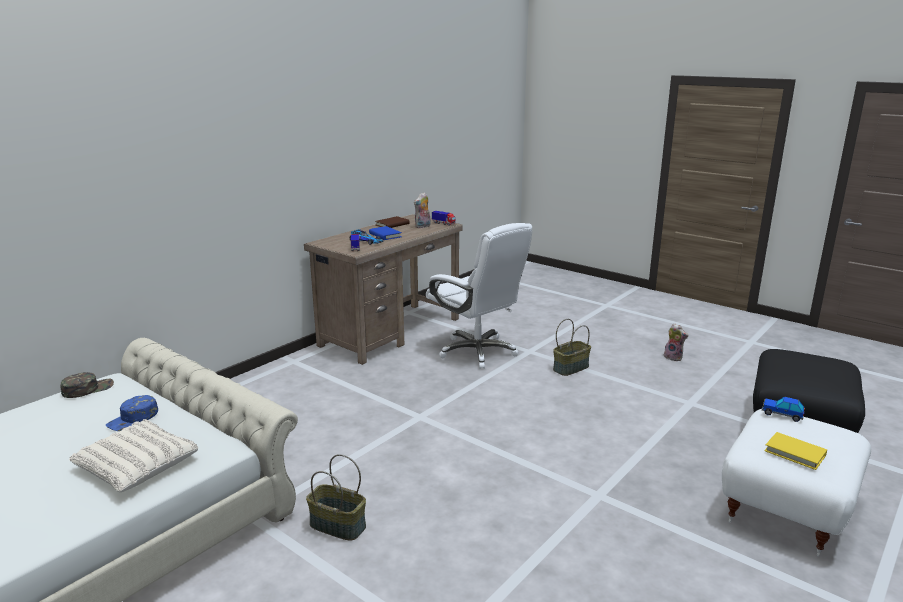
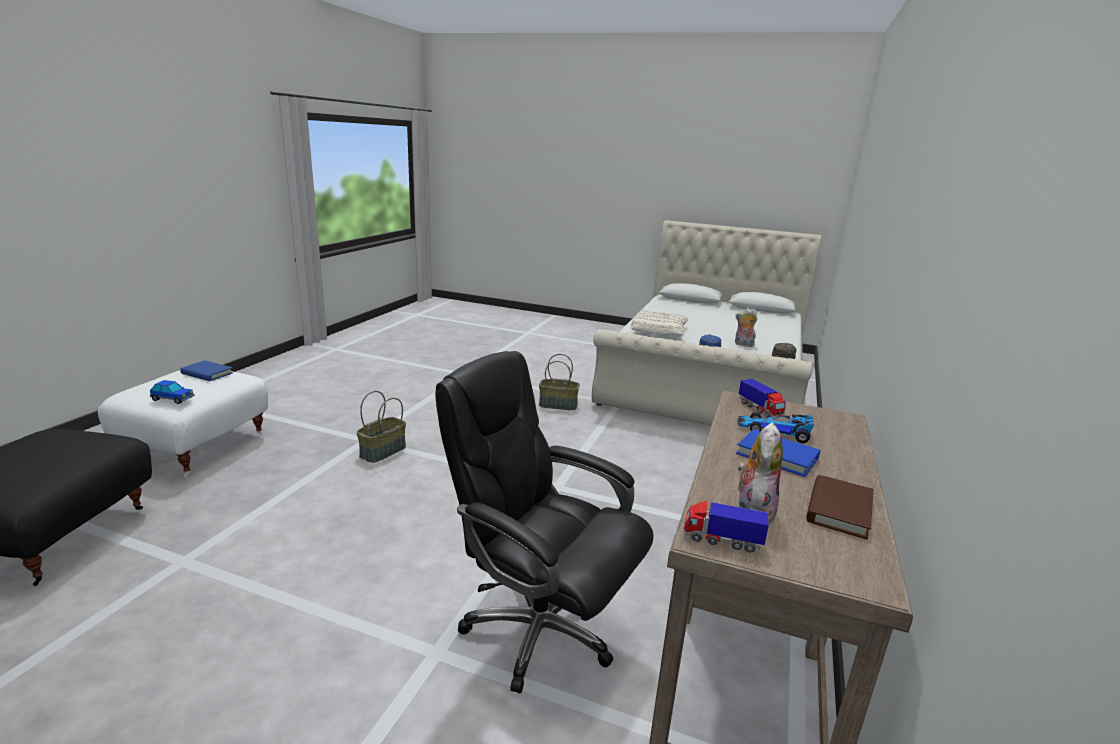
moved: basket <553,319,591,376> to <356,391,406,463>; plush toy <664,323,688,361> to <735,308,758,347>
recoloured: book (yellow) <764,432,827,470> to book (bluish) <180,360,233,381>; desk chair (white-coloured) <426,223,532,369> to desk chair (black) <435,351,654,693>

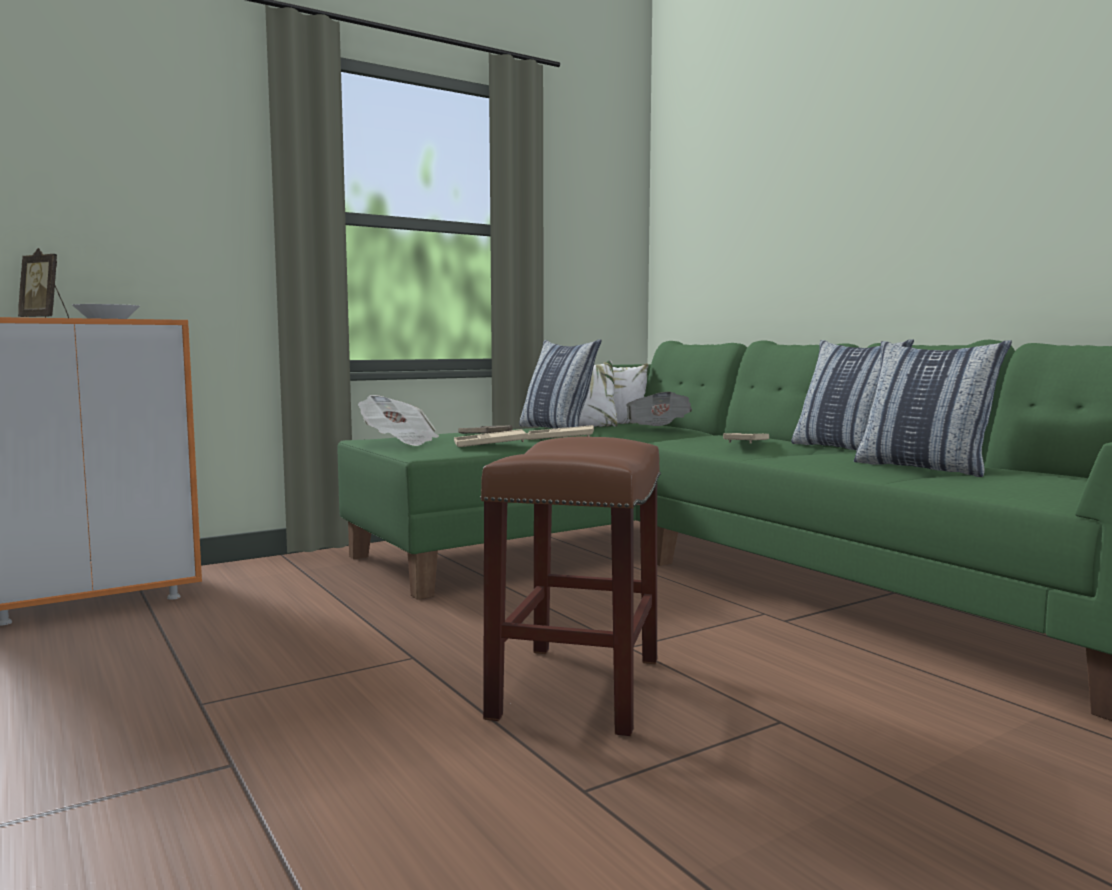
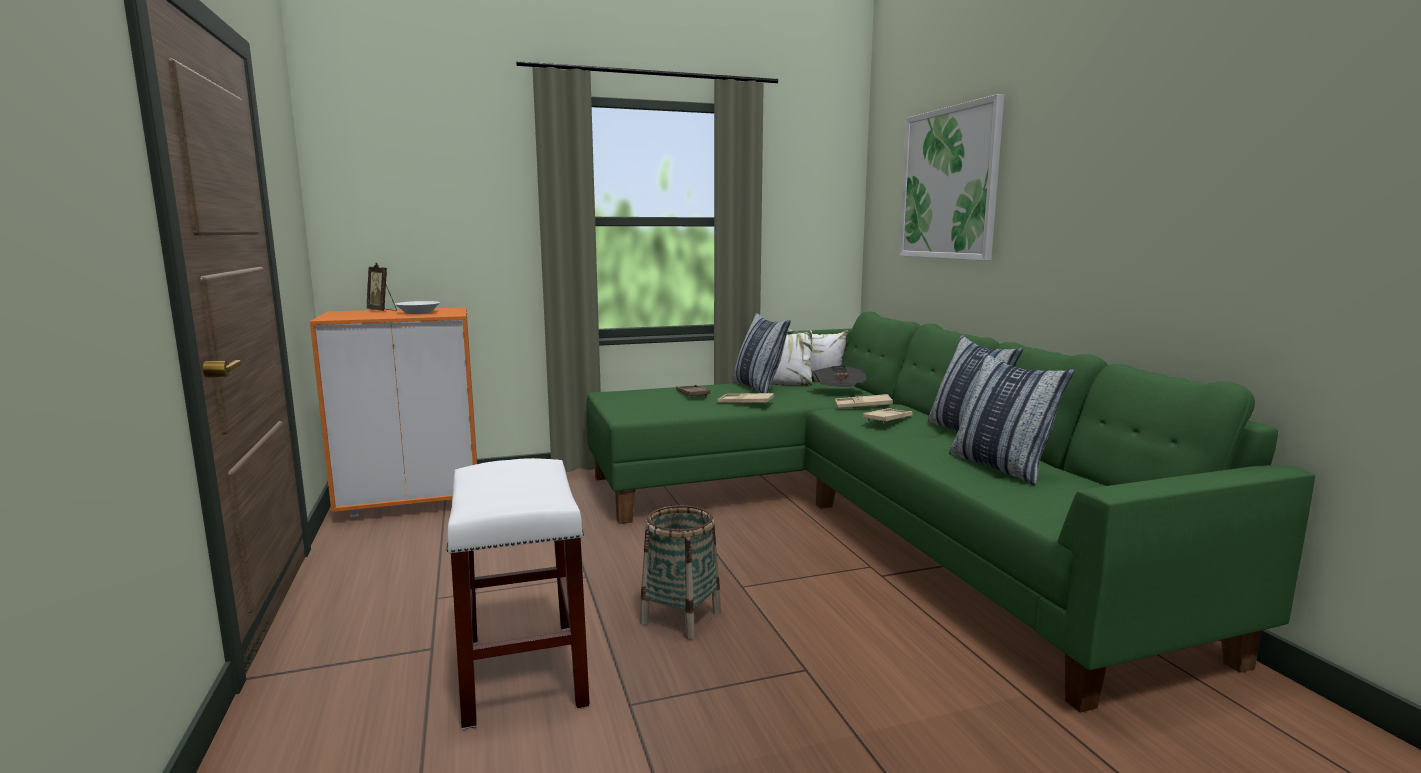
removed: printed paper <358,395,439,446>
added: sitting stool (white-coloured) <446,458,590,730>; picture <899,94,1004,261>
moved: serving tray (sand-coloured) <454,429,528,447> to <835,394,893,408>
replaced: sitting stool (brown) <480,436,661,736> to basket <640,505,721,639>

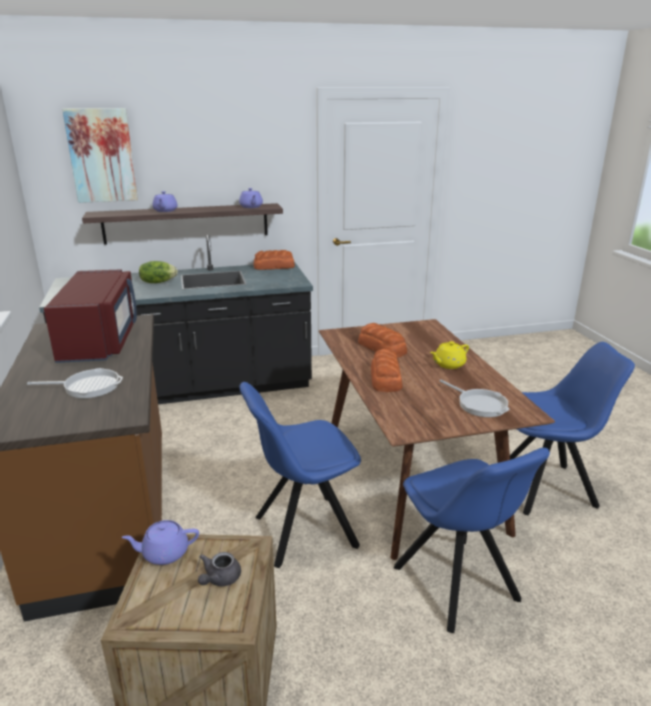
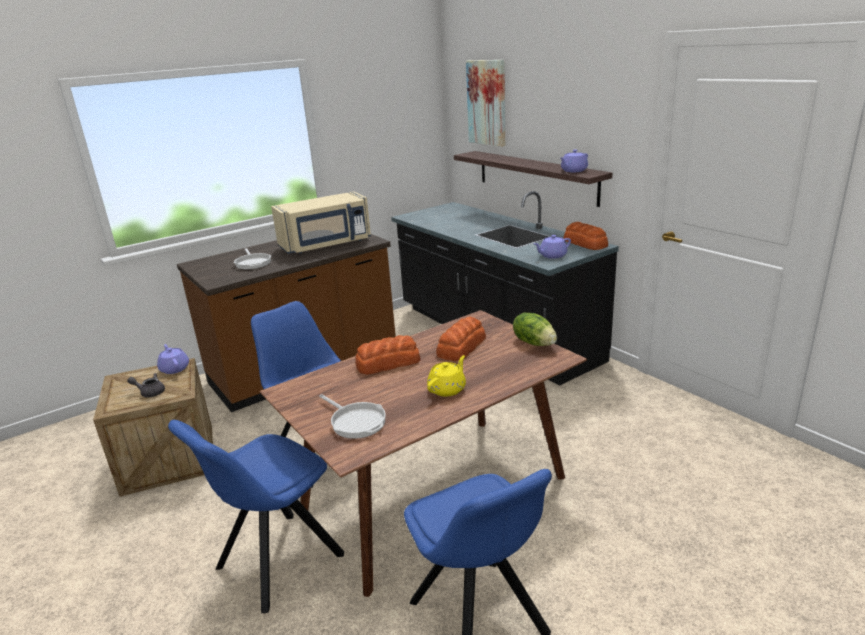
moved: head of lettuce <139,261,178,283> to <513,313,557,346>; pot for tea (purple) <152,191,178,212> to <534,235,571,259>
recoloured: kitchen microwave (red) <44,269,137,363> to kitchen microwave (sand-coloured) <271,191,371,254>
turned: frying pan <440,380,510,417> = <319,394,386,439> 75 degrees counterclockwise; pot for tea (yellow) <430,341,469,369> = <427,355,466,397> 90 degrees clockwise

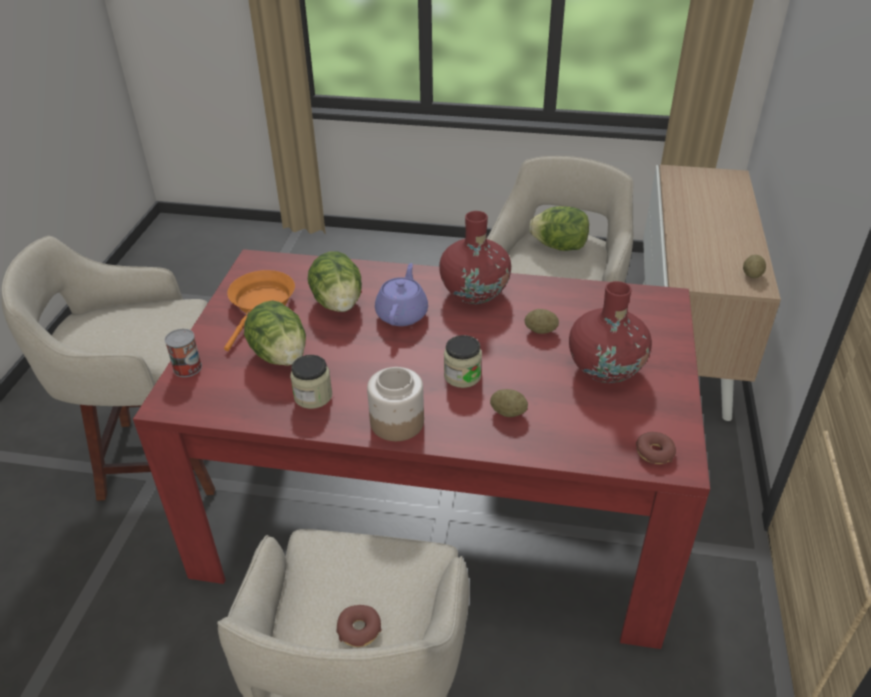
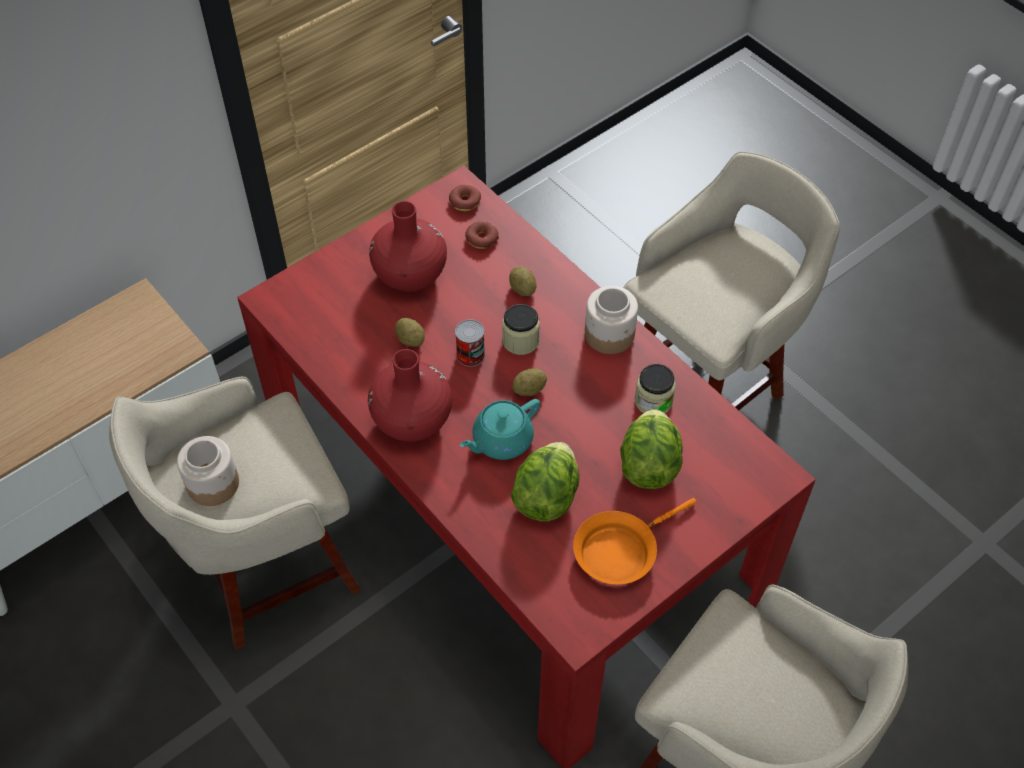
moved: metal can <165,329,202,377> to <455,319,485,367>; doughnut <336,605,382,647> to <465,221,499,249>; spud <743,255,766,278> to <512,368,547,396>
replaced: head of lettuce <529,206,589,251> to jar <177,436,239,506>
recoloured: pot for tea (purple) <375,263,428,326> to pot for tea (blue-green) <460,399,540,460>

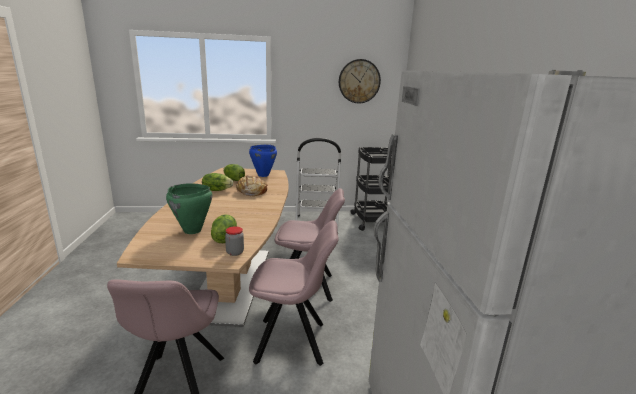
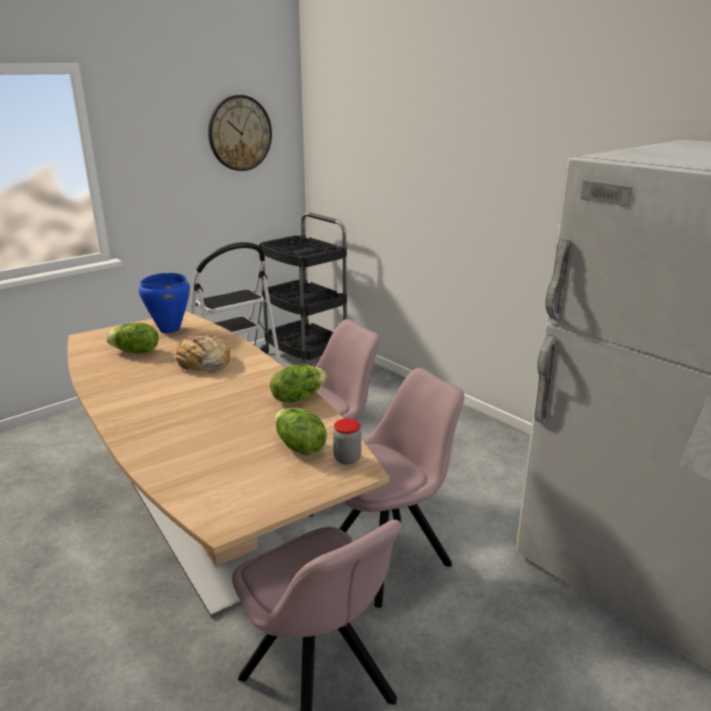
removed: stockpot (green) <166,184,212,234>
moved: head of lettuce <202,173,233,191> to <270,364,327,403>

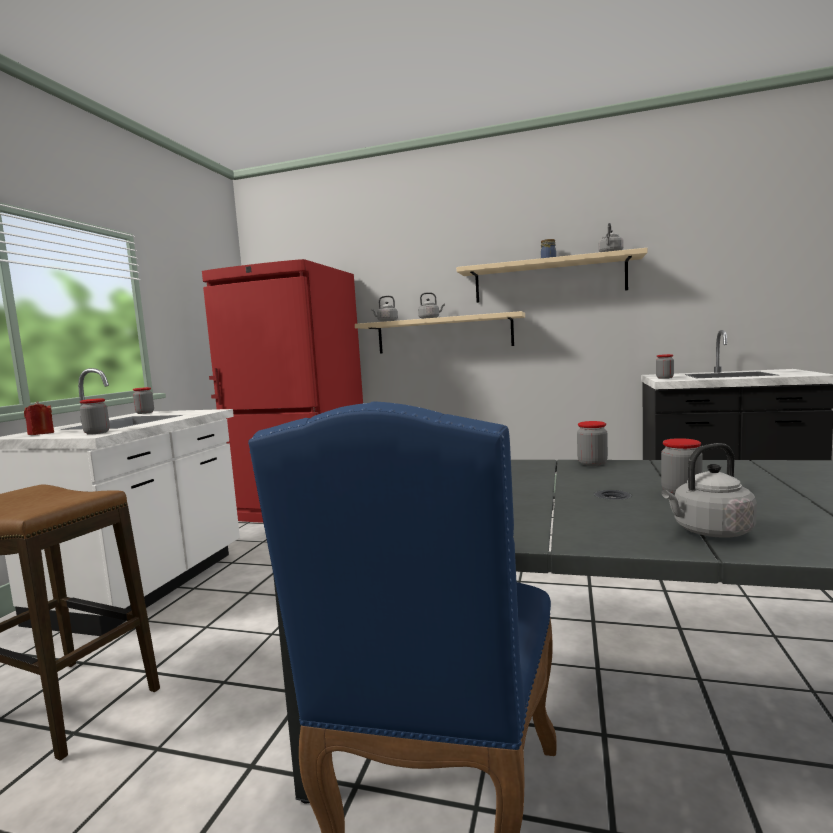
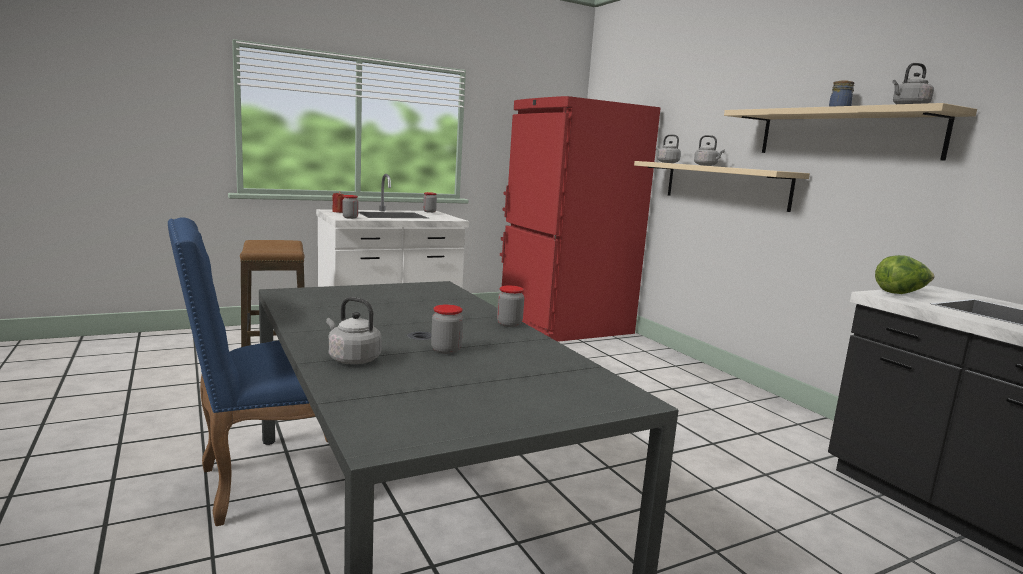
replaced: jar <656,354,674,379> to head of lettuce <875,255,934,294>

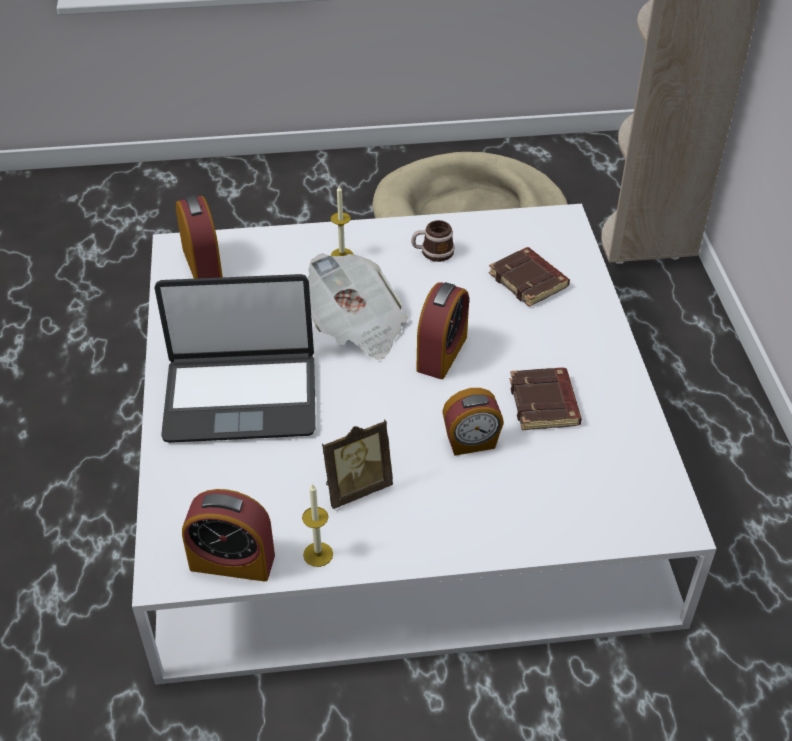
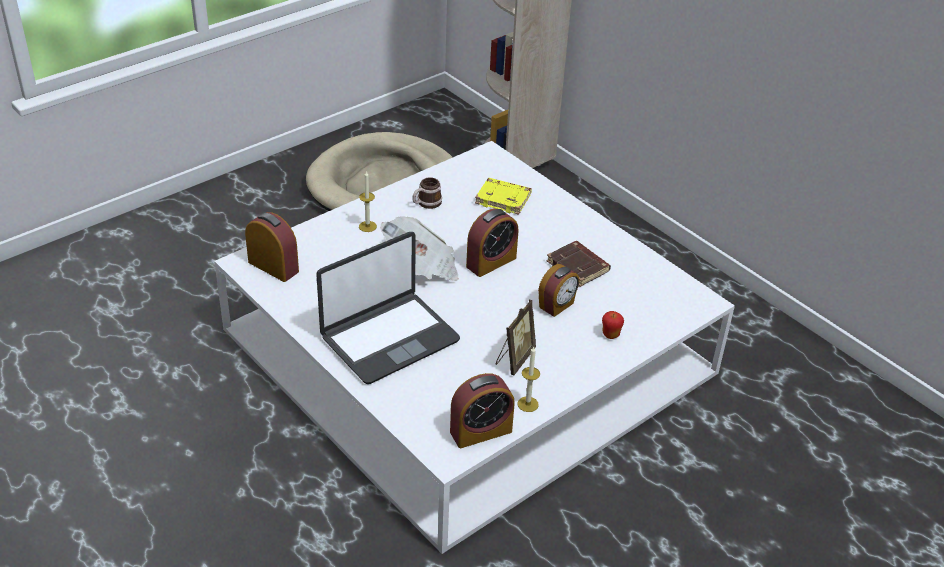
added: apple fruit <602,311,624,339>
recoloured: book (brown) <489,247,570,307> to book (yellow) <475,178,532,215>
turned: alarm clock <416,282,469,379> = <466,208,518,277> 60 degrees clockwise

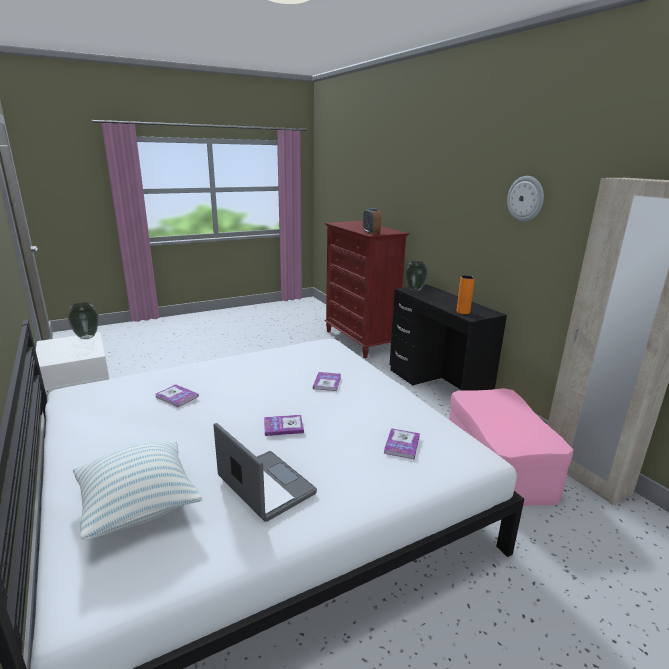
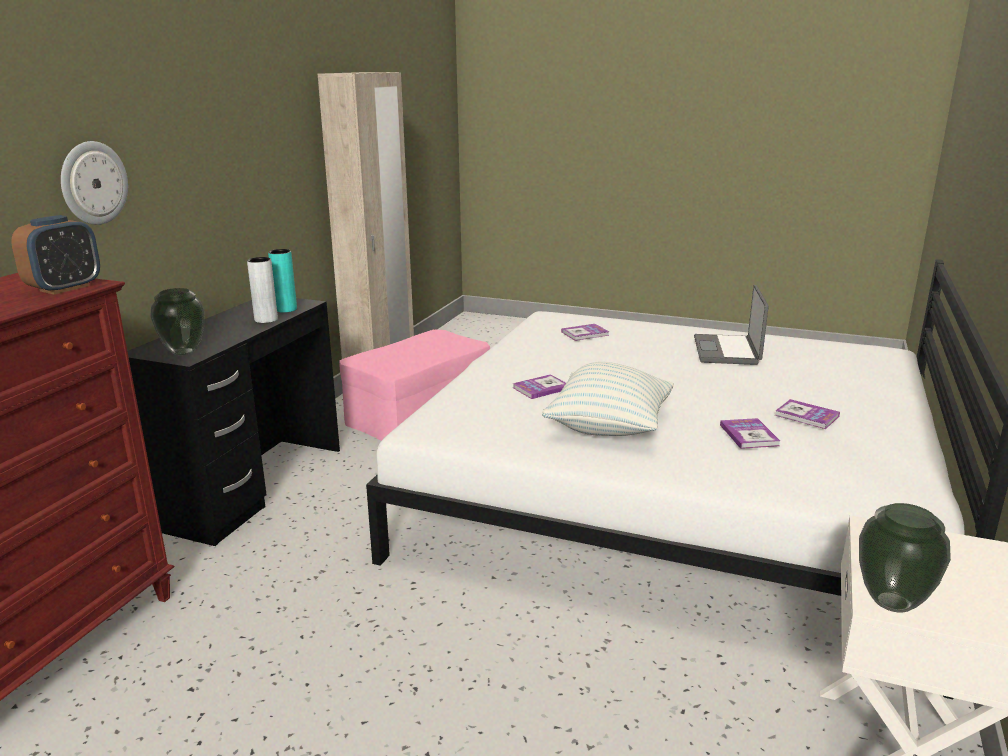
added: decorative vase (greyish) <247,257,278,323>
moved: wall clock <507,176,544,222> to <61,141,128,225>; pillow <73,440,202,540> to <542,362,674,436>; book <264,415,304,436> to <775,399,840,429>
recoloured: decorative vase (orange-coloured) <457,275,475,314> to decorative vase (blue-green) <268,249,297,312>

